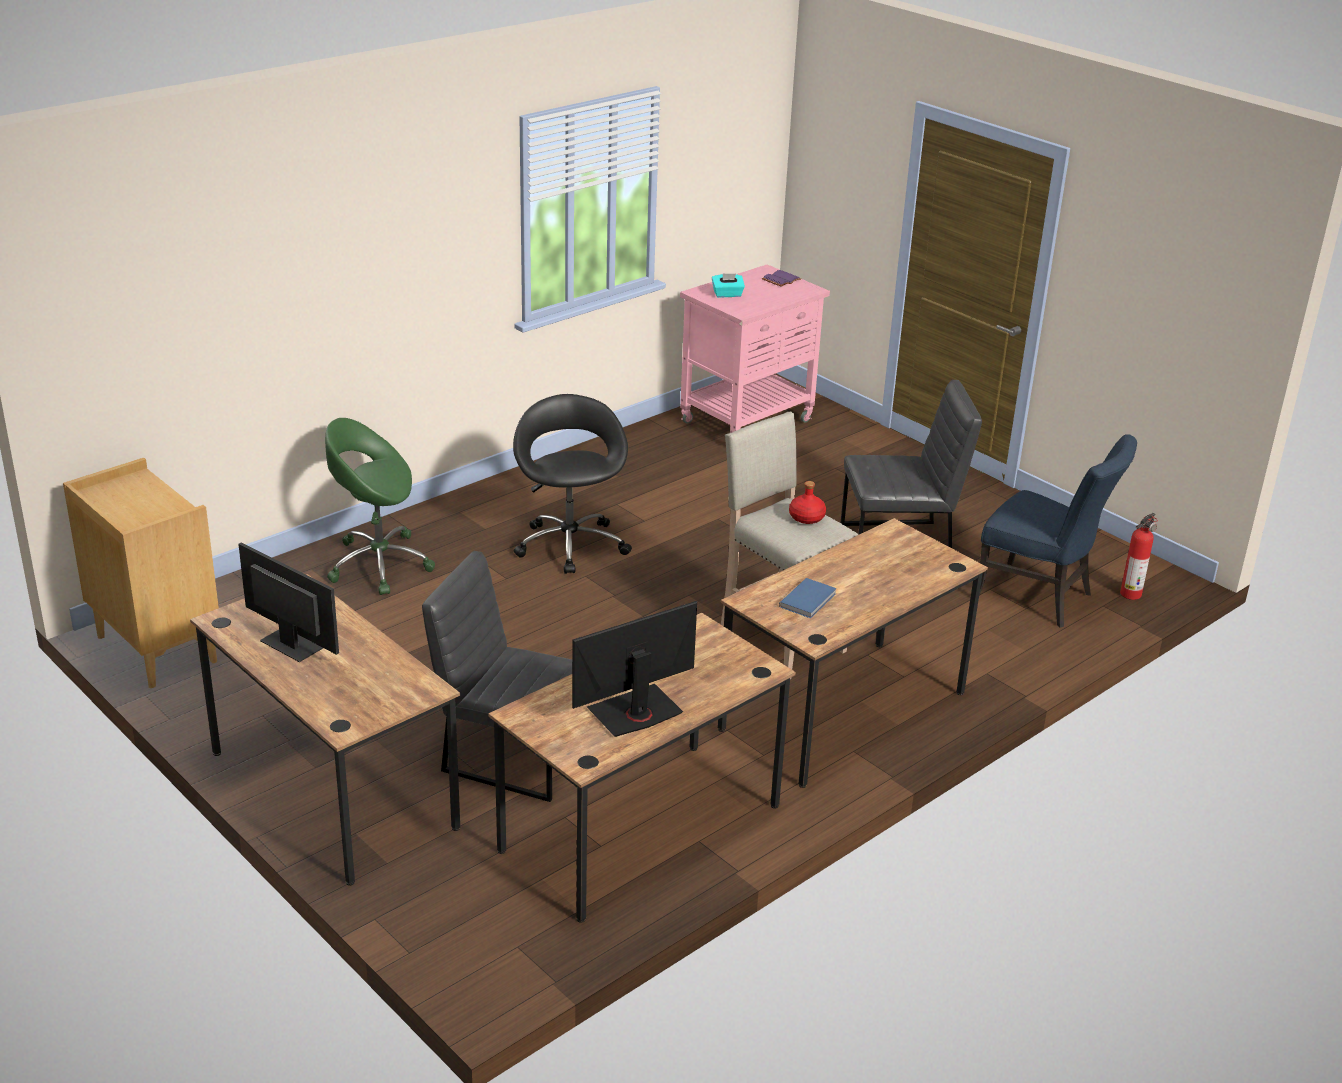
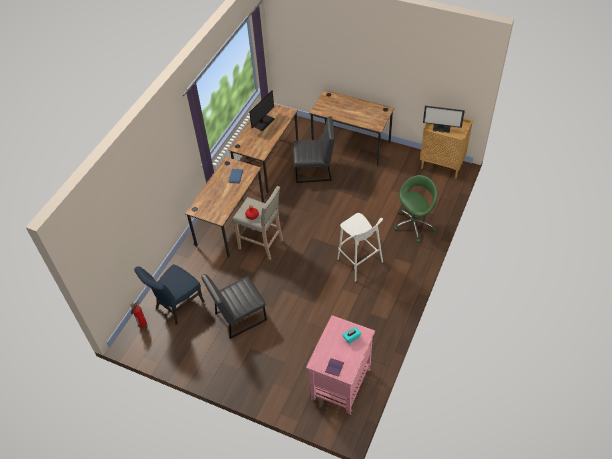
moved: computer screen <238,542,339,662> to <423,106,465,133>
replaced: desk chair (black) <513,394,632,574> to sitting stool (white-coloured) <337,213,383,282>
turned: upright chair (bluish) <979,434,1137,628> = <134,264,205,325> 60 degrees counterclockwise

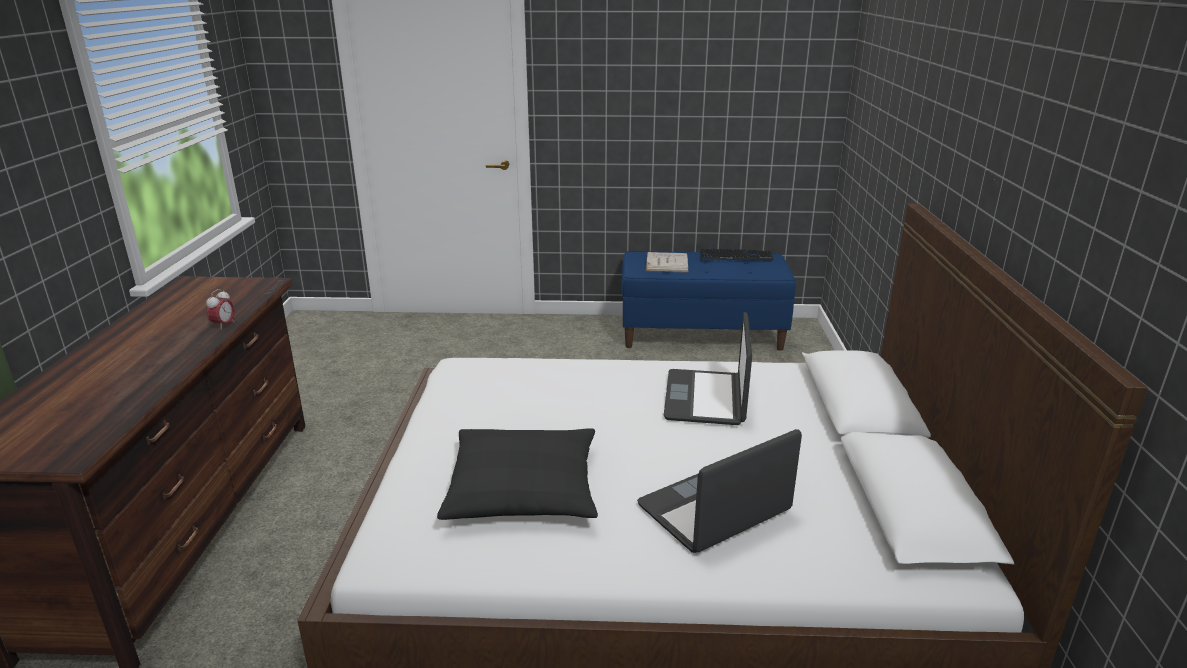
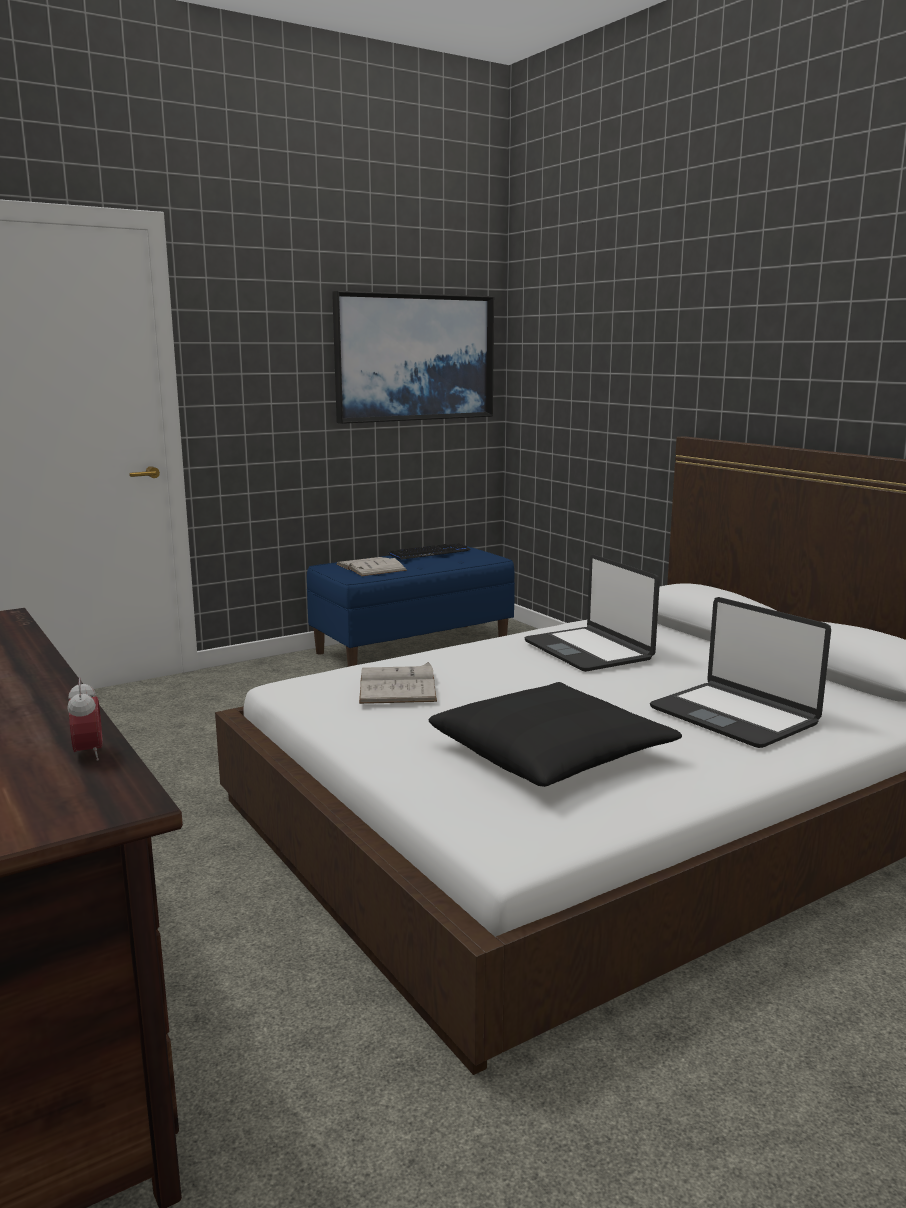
added: picture <332,291,494,424>; book (white-coloured) <359,662,437,704>
moved: alarm clock <206,289,235,330> to <67,678,103,761>
turned: notebook computer <637,429,802,553> = <650,597,831,748> 60 degrees counterclockwise

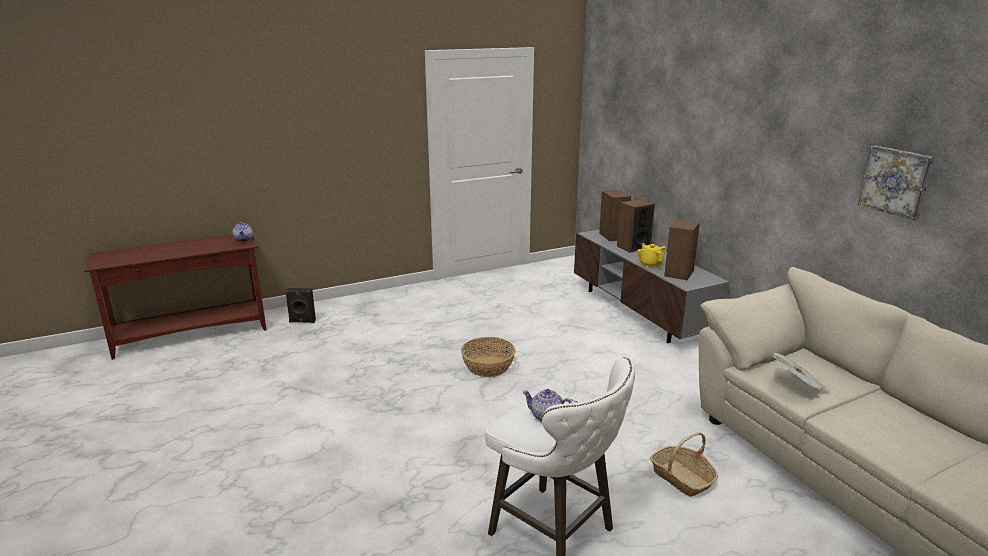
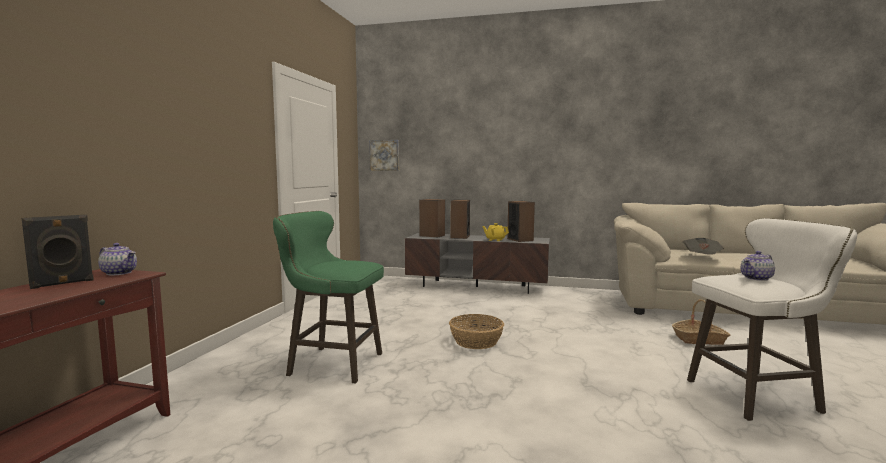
added: sitting stool (green) <273,211,384,384>
moved: audio speaker (black) <285,288,316,323> to <22,215,94,289>; picture <858,146,935,220> to <369,140,399,171>

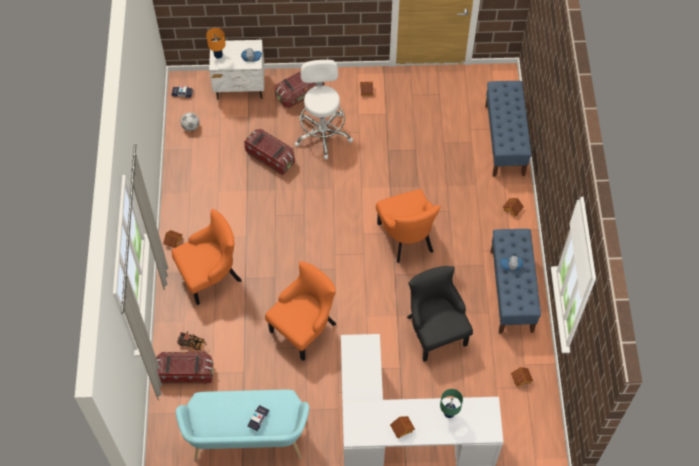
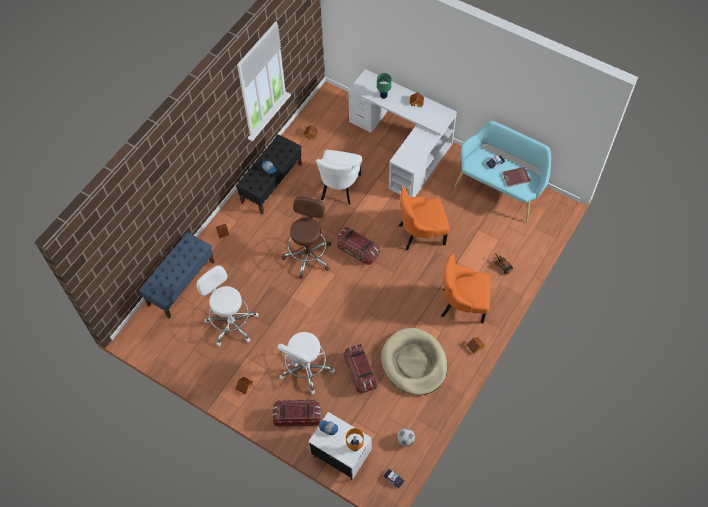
added: sitting stool (white-coloured) <196,266,259,346>; pet bed (sand-coloured) <381,328,447,395>; book (red) <502,167,530,187>
moved: storage bin <156,352,214,384> to <337,227,380,265>
replaced: upright chair (orange-coloured) <375,190,441,263> to sitting stool (brown) <282,196,331,279>
recoloured: bench (bluish) <490,229,541,334> to bench (black) <236,135,302,215>; upright chair (black) <407,266,473,362> to upright chair (white-coloured) <316,150,362,205>

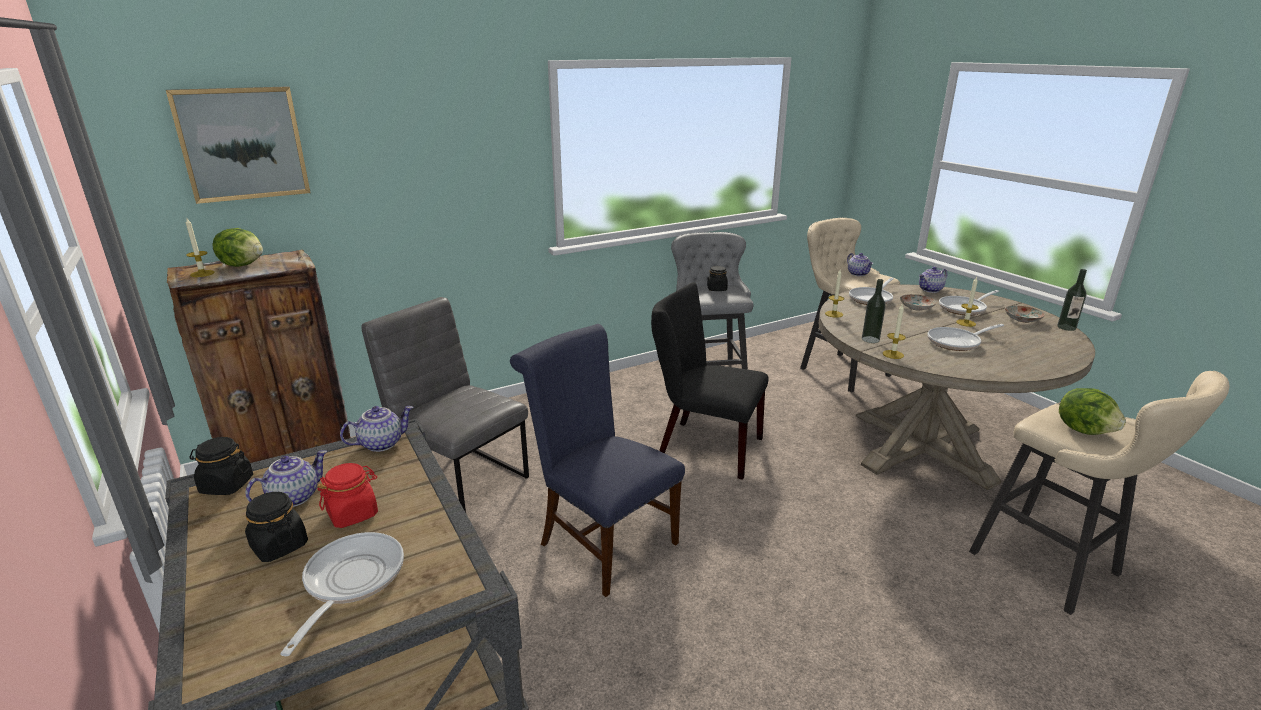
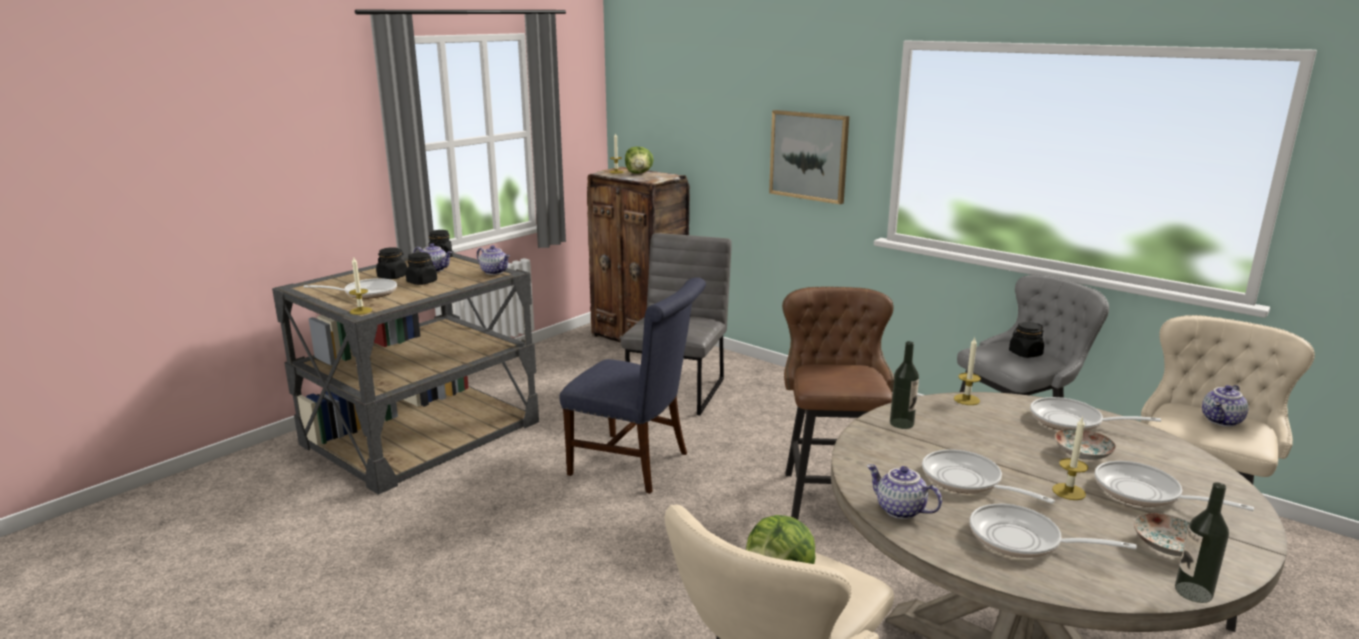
added: frying pan <970,503,1137,558>
moved: wax candle <882,303,906,359> to <349,257,372,315>; picture <166,86,311,204> to <769,110,849,204>; pot for tea <919,267,947,293> to <867,464,942,519>
replaced: upright chair (black) <651,282,769,480> to sitting stool (brown) <782,287,894,520>
recoloured: jar (red) <318,463,378,528> to jar (black) <406,252,437,285>
turned: upright chair (bluish) <510,324,685,597> = <560,277,706,494> 90 degrees clockwise

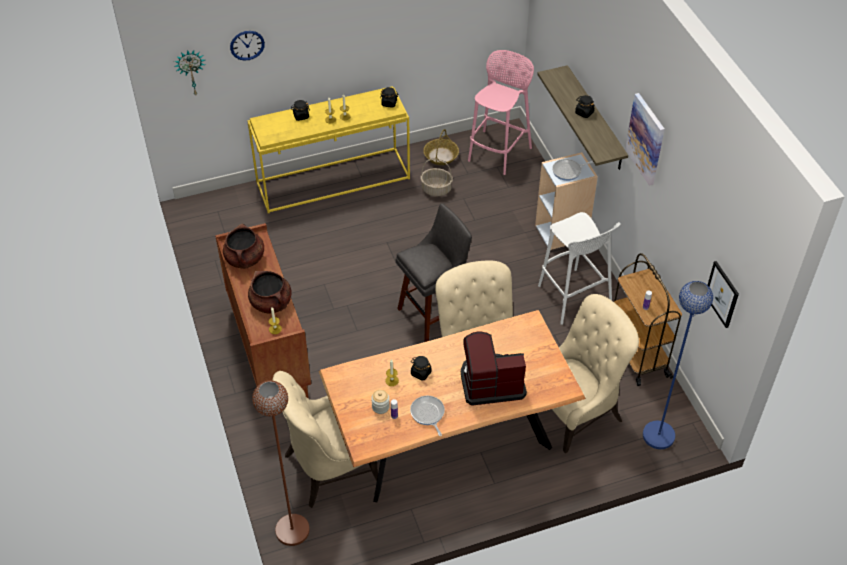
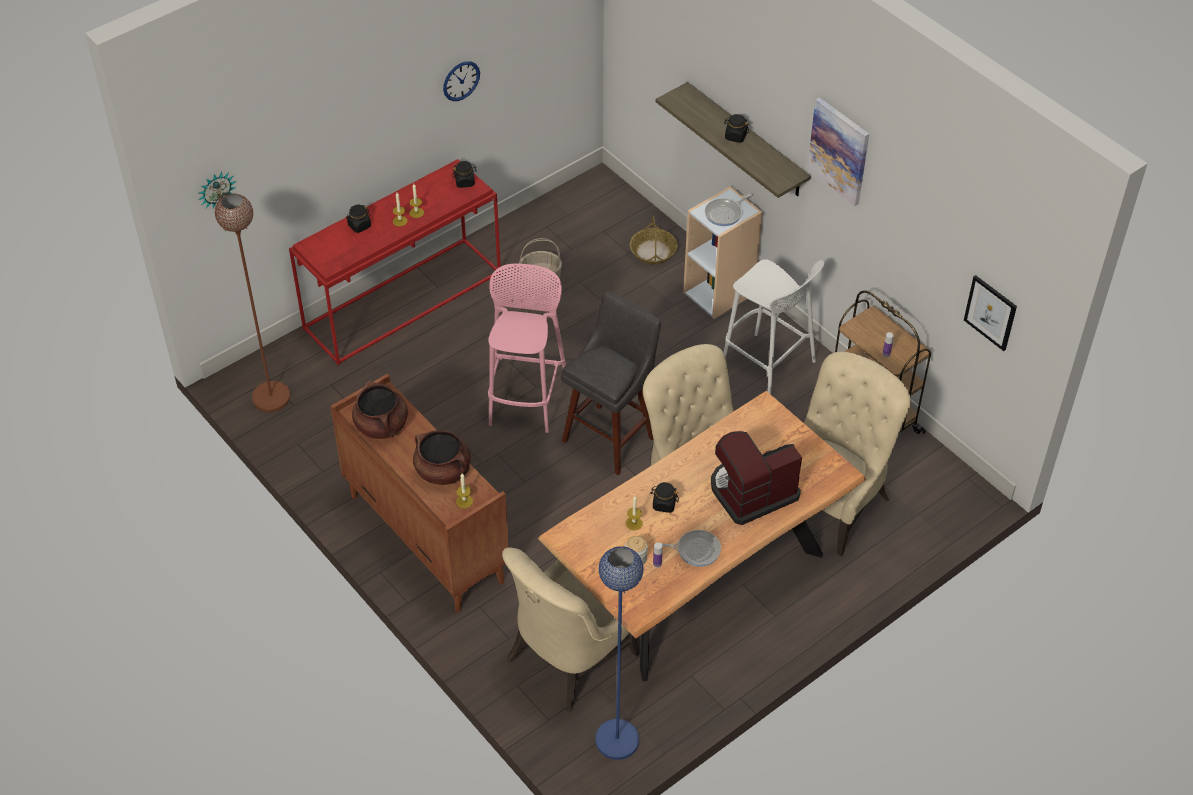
moved: standard lamp (brown) <252,380,310,546> to <215,193,291,412>; wall clock <230,31,265,61> to <443,61,480,101>; sitting stool (pink-coloured) <468,50,534,175> to <488,263,566,433>; standard lamp (bluish) <643,281,713,449> to <595,546,644,760>; basket <423,129,459,165> to <630,216,678,265>
recoloured: console table (yellow) <247,86,410,213> to console table (red) <289,159,501,365>
turned: frying pan <410,396,445,436> = <661,530,721,567> 135 degrees clockwise

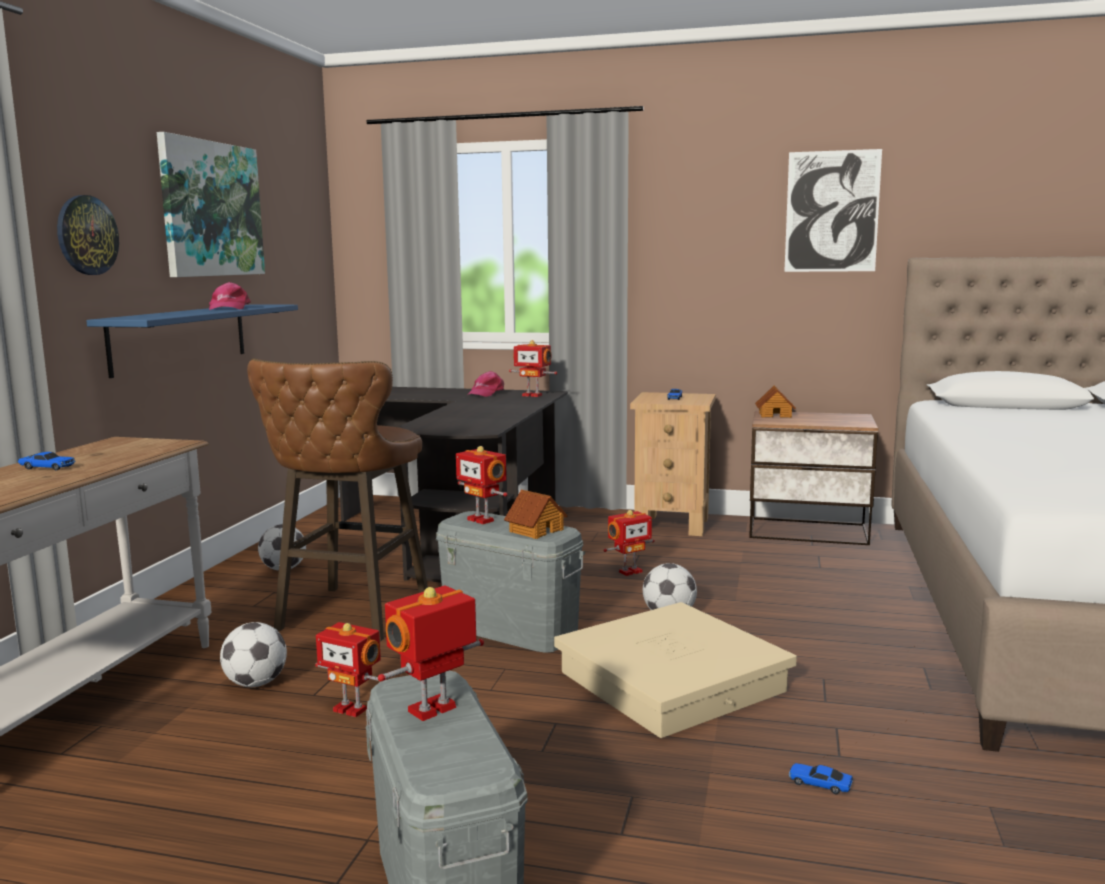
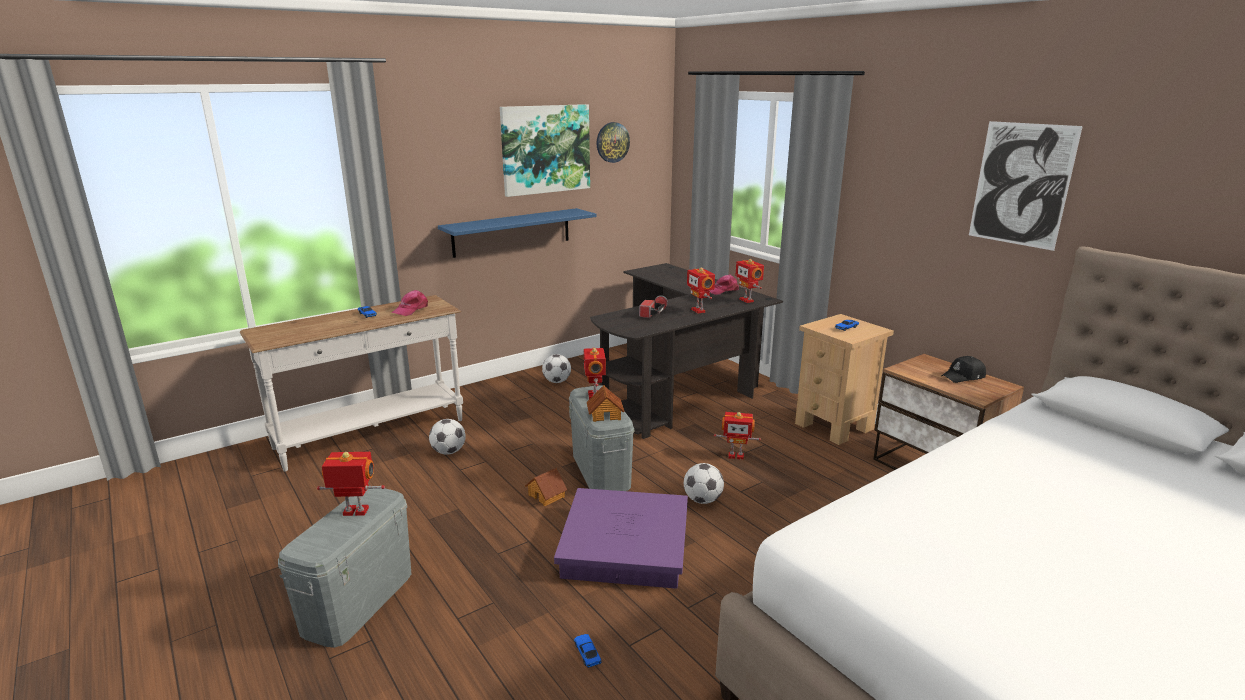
removed: sitting stool (brown) <247,358,428,642>
added: flashlight <639,295,668,318>; baseball cap (black) <941,356,986,383>
moved: baseball cap (pink-coloured) <209,282,251,310> to <392,290,428,316>; toy house <755,386,795,418> to <525,468,567,506>; wall clock <57,195,119,275> to <597,122,630,163>; model robot <315,622,387,717> to <687,267,715,313>
recoloured: storage bin (sand-coloured) <554,602,797,738> to storage bin (purple) <554,488,688,589>

